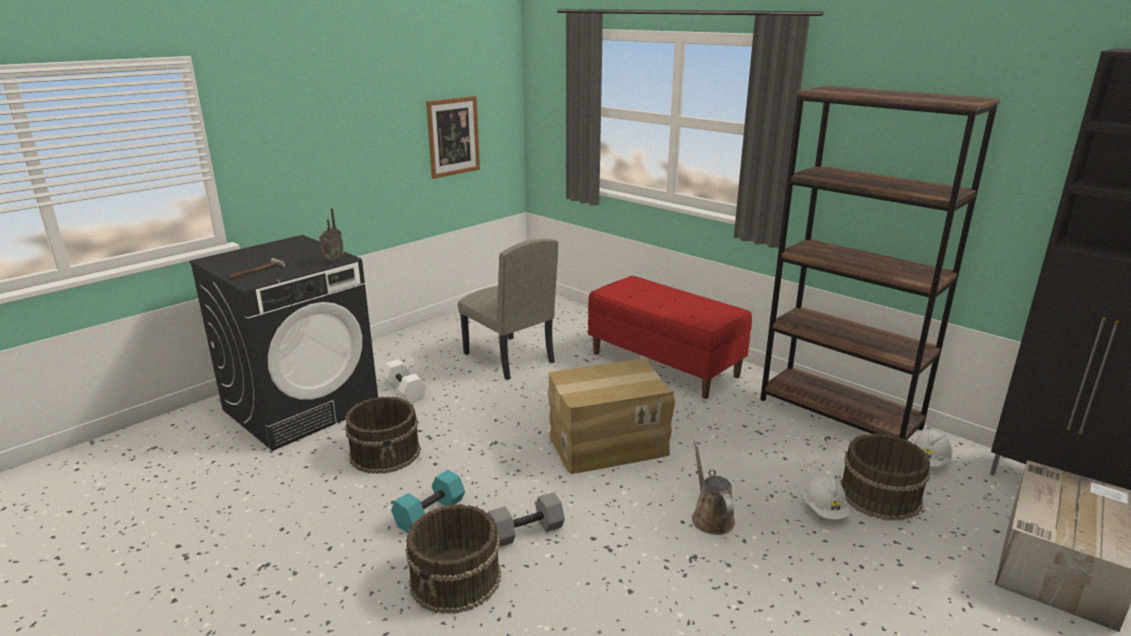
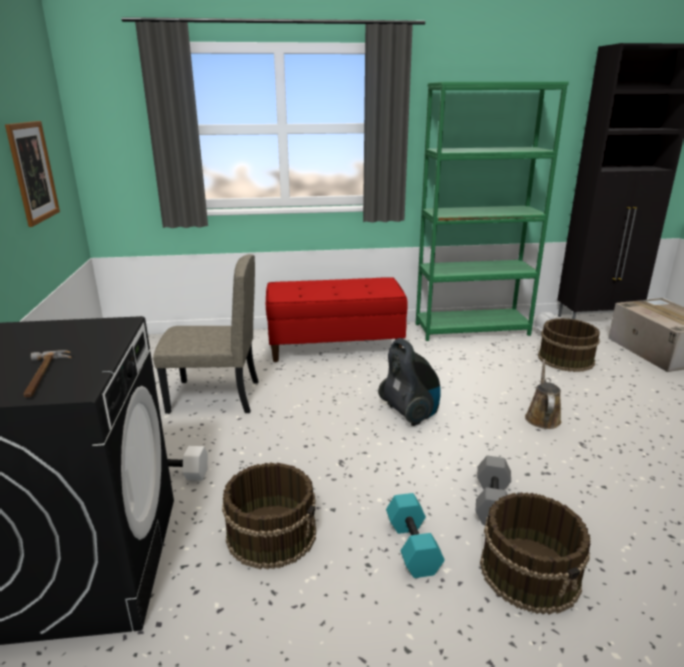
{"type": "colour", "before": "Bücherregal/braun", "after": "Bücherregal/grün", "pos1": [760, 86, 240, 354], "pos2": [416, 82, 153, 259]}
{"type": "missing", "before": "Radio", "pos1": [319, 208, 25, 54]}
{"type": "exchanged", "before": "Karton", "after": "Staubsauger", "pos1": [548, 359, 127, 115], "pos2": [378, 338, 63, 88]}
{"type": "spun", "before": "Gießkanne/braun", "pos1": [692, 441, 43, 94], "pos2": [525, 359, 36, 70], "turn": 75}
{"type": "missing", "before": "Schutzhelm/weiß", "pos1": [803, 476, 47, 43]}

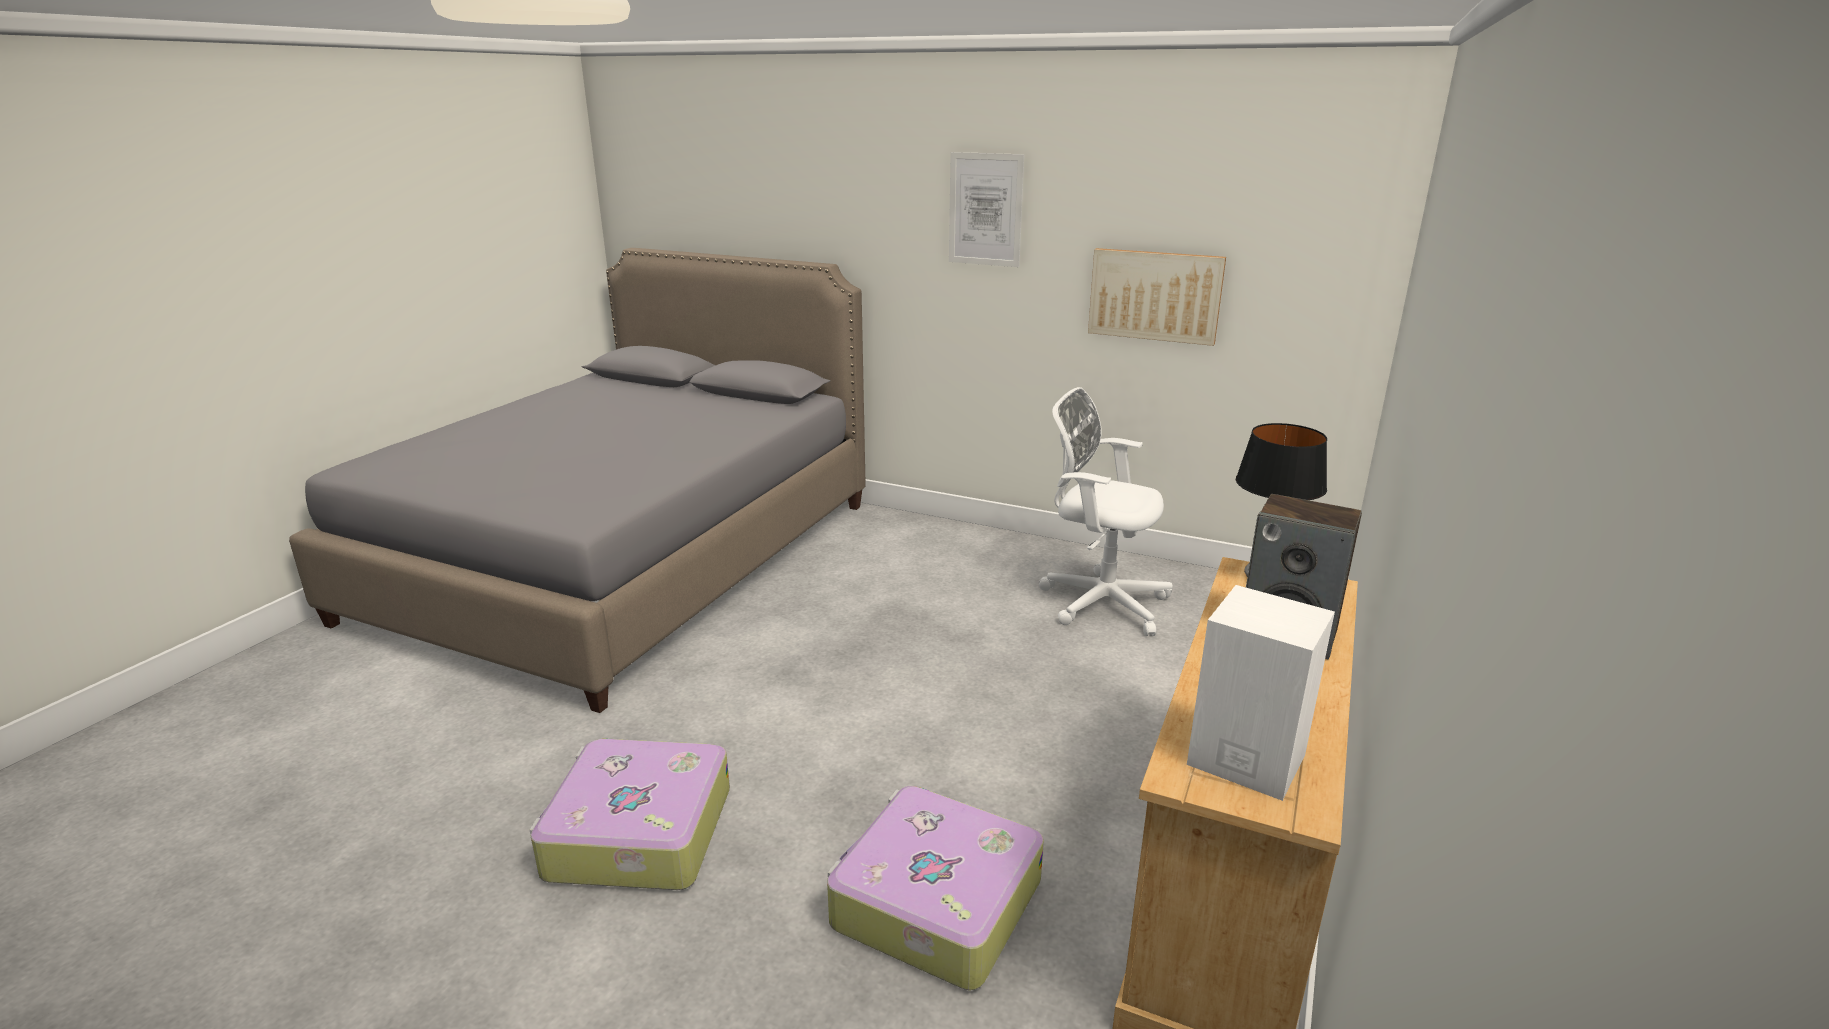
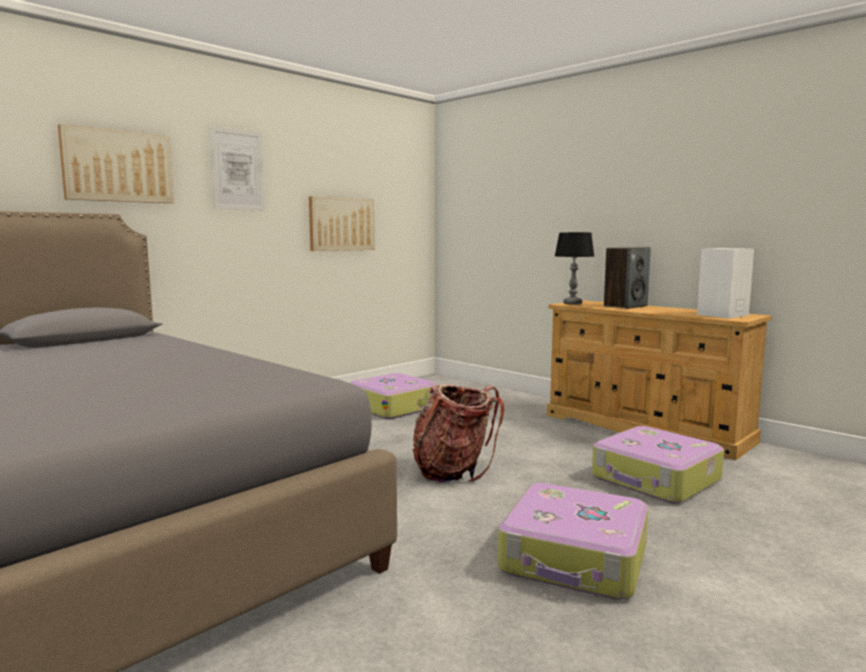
{"type": "exchanged", "before": "Bürostuhl/weiß", "after": "Koffer", "pos1": [1039, 387, 134, 249], "pos2": [350, 373, 88, 46]}
{"type": "appeared", "after": "Bild", "pos2": [58, 124, 116, 79]}
{"type": "appeared", "after": "Rucksack", "pos2": [413, 384, 91, 99]}

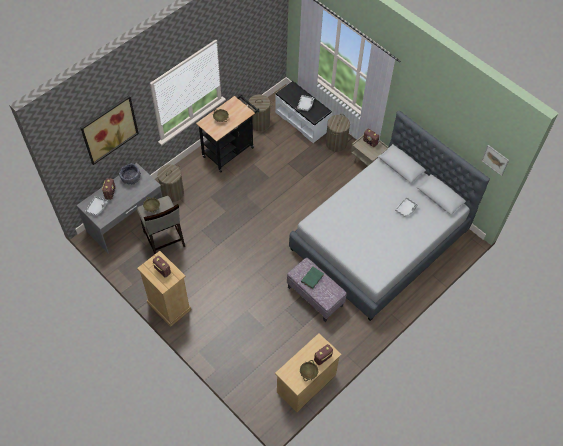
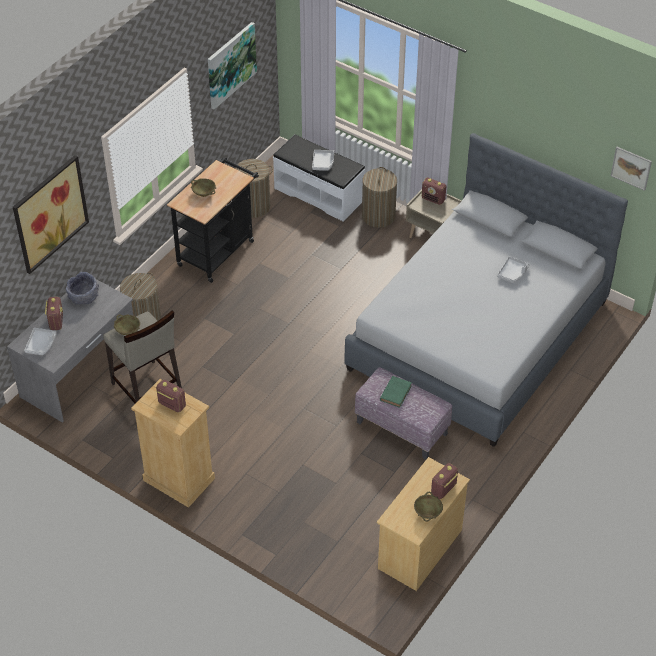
{"type": "appeared", "after": "Bild", "pos2": [208, 22, 49, 87]}

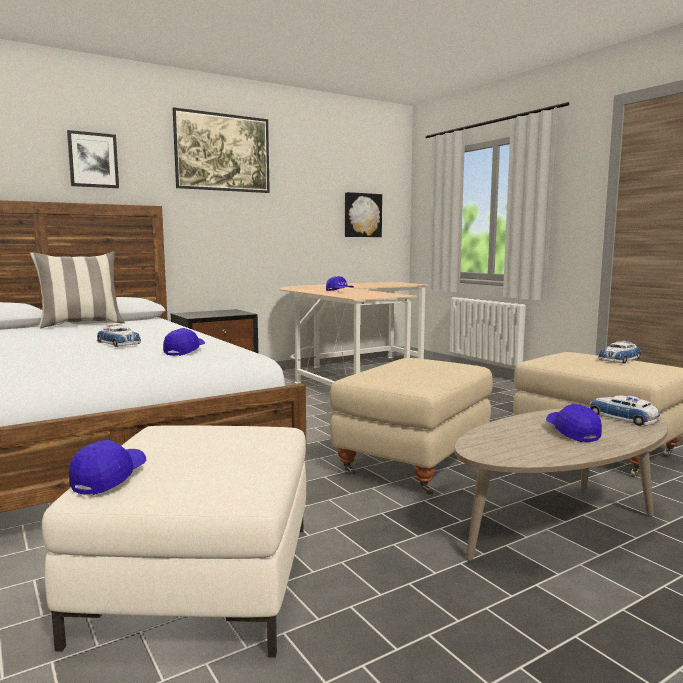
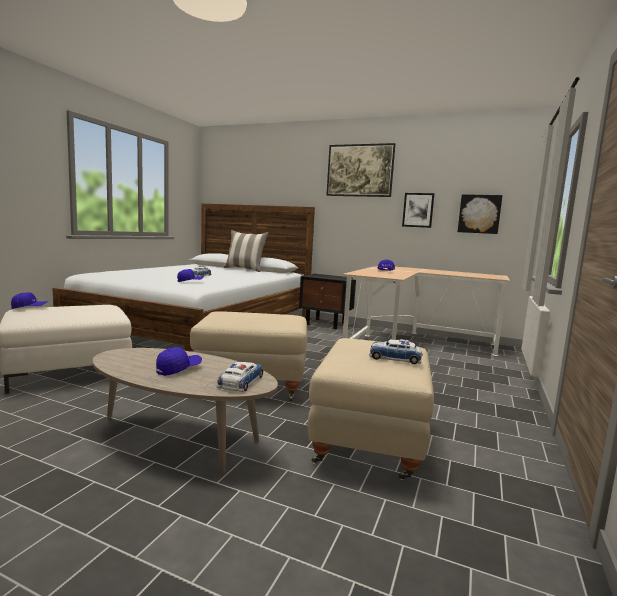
{"type": "relocated", "before": "Bild", "pos1": [67, 130, 52, 58], "pos2": [402, 193, 33, 35]}

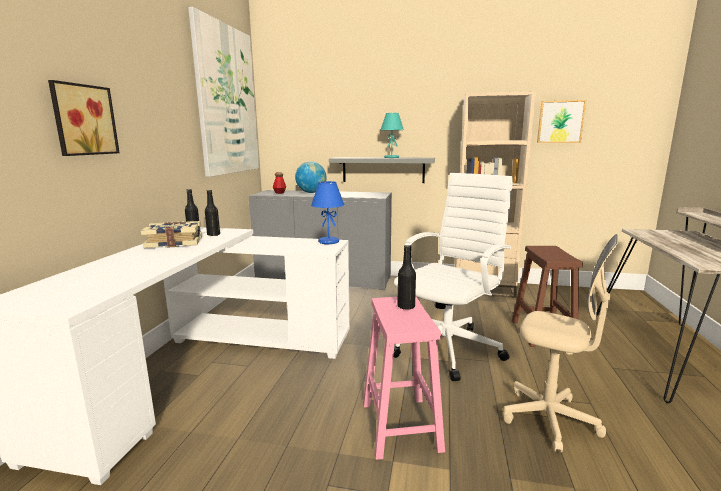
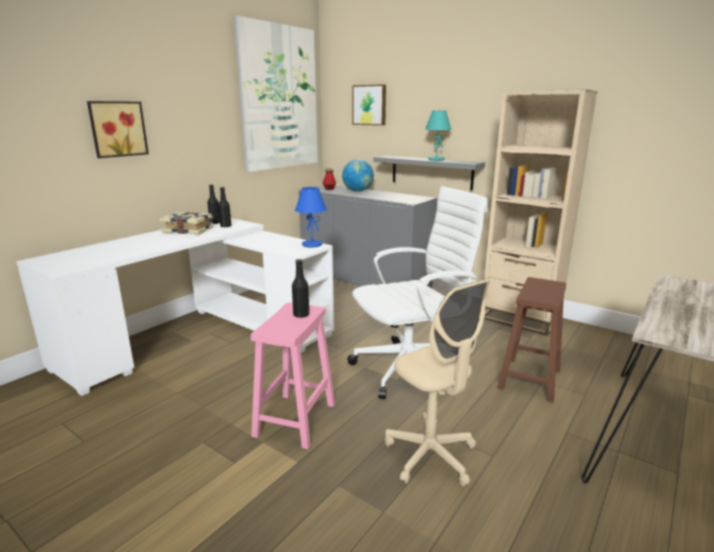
{"type": "relocated", "before": "Bild", "pos1": [537, 100, 49, 43], "pos2": [352, 84, 34, 41]}

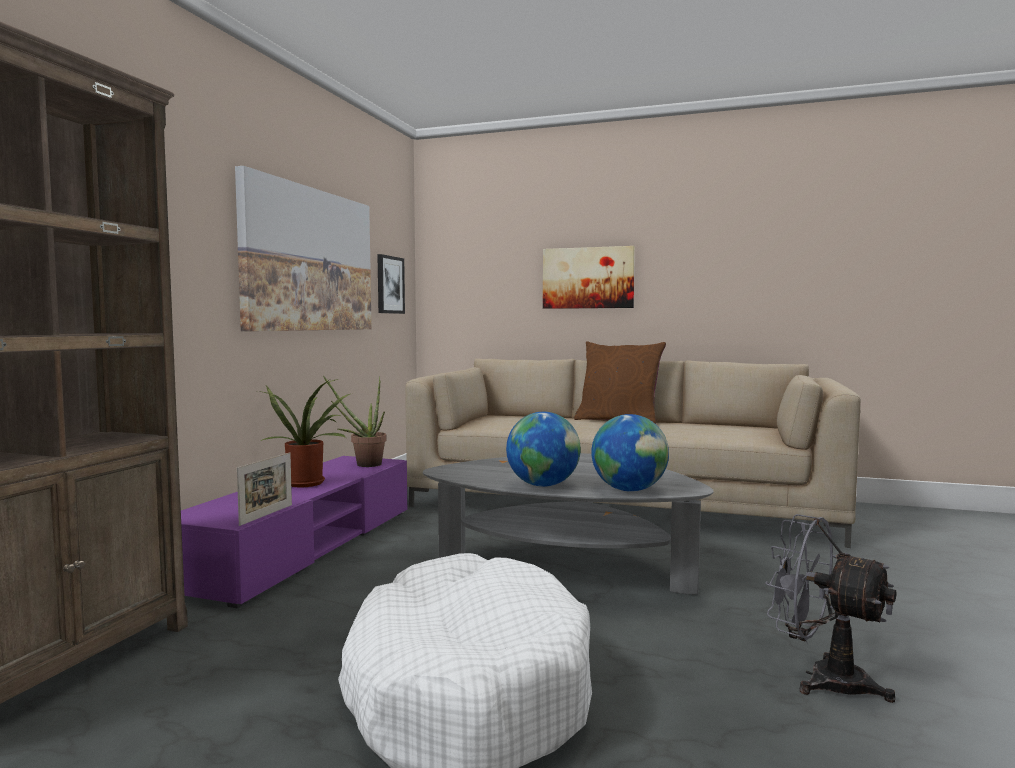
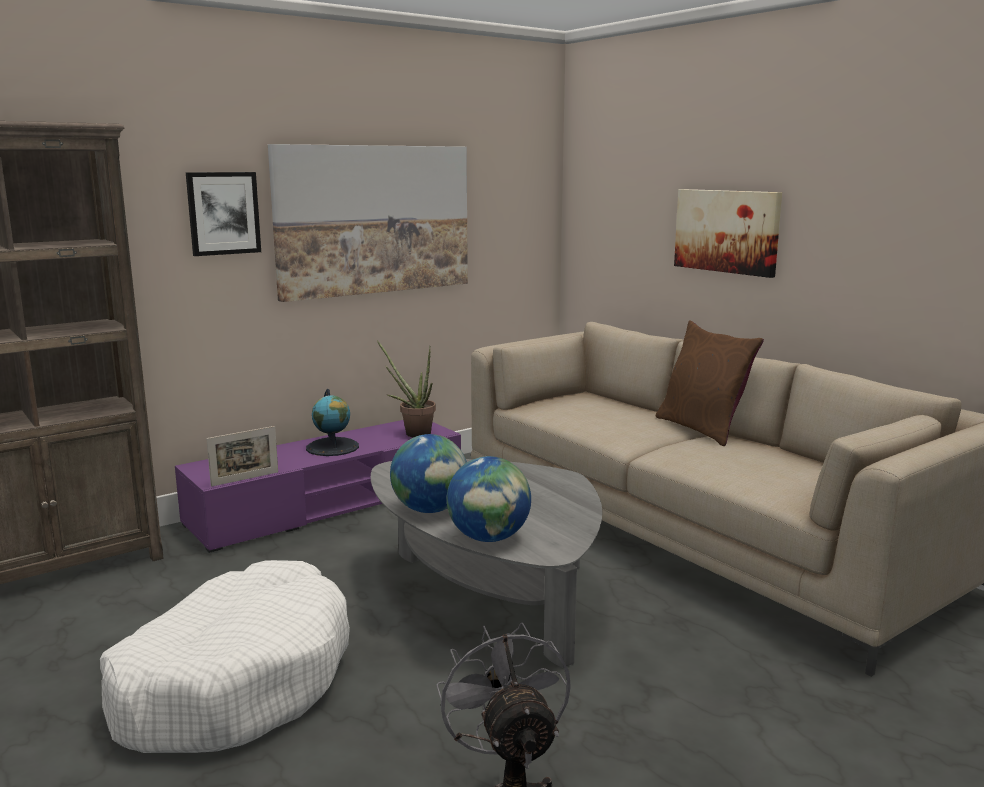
{"type": "relocated", "before": "Bild", "pos1": [377, 254, 28, 60], "pos2": [186, 172, 75, 84]}
{"type": "exchanged", "before": "Topfpflanze", "after": "Globus", "pos1": [257, 379, 93, 108], "pos2": [306, 389, 53, 67]}

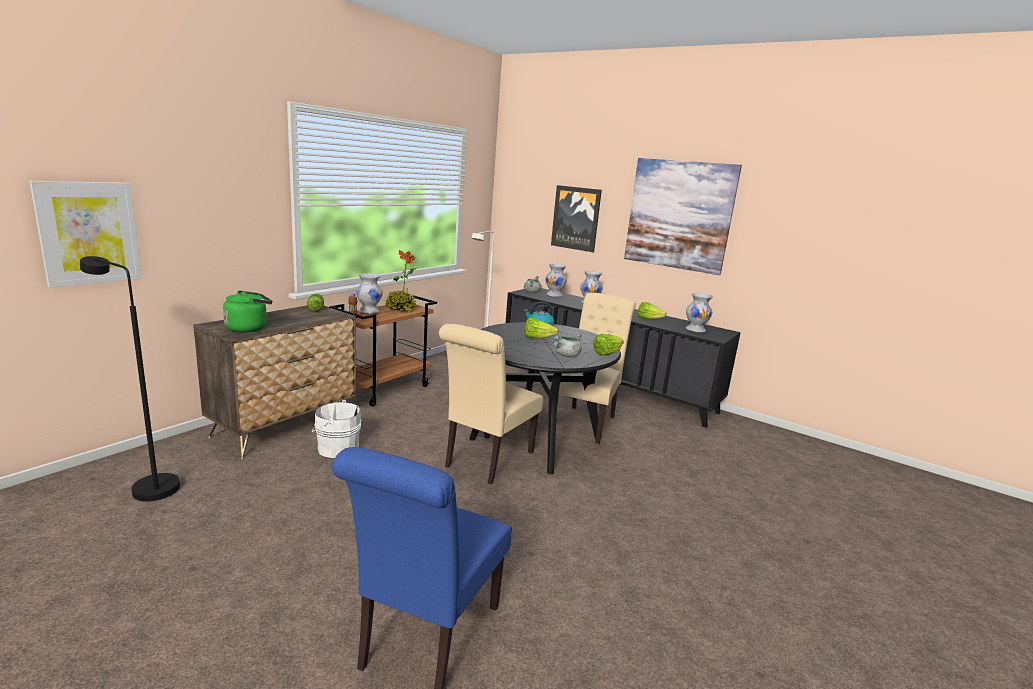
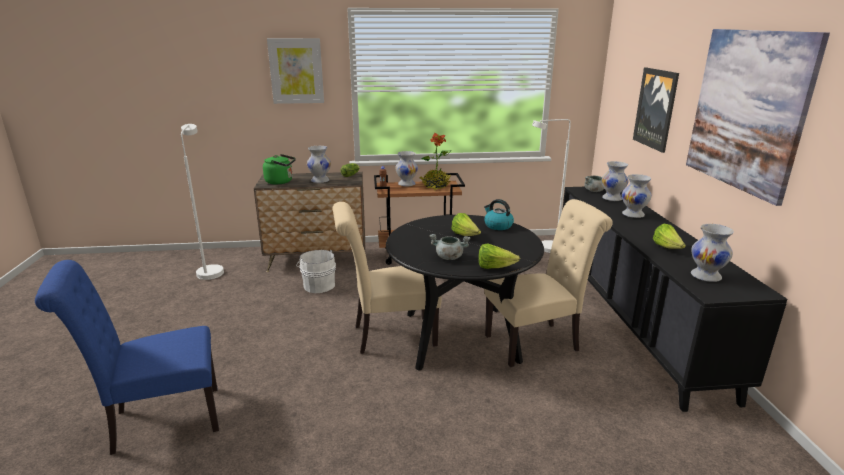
{"type": "relocated", "before": "Bild", "pos1": [29, 181, 113, 107], "pos2": [267, 38, 57, 66]}
{"type": "colour", "before": "Stehlampe/schwarz", "after": "Stehlampe/weiß", "pos1": [80, 256, 100, 245], "pos2": [181, 124, 43, 156]}
{"type": "appeared", "after": "Vase/weiß", "pos2": [307, 146, 24, 37]}

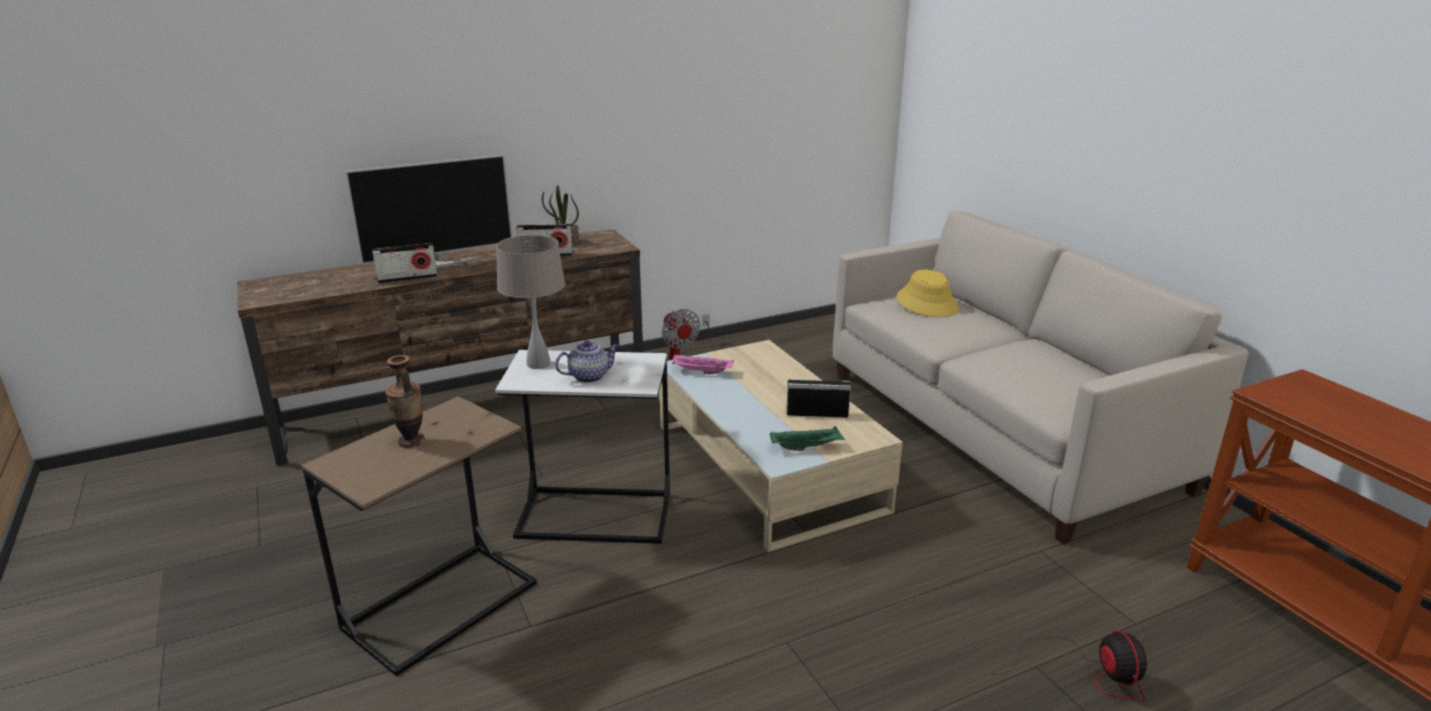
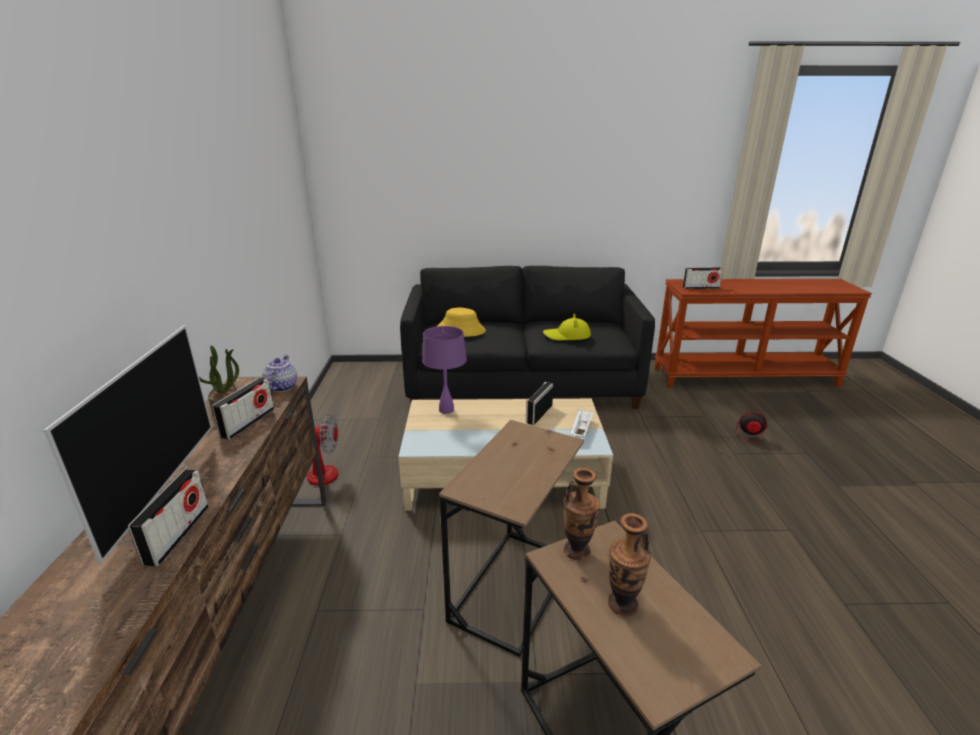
{"type": "colour", "before": "Sofa/beige", "after": "Sofa/schwarz", "pos1": [833, 211, 416, 333], "pos2": [400, 266, 255, 143]}
{"type": "missing", "before": "Tischlampe/beige", "pos1": [496, 235, 69, 134]}
{"type": "relocated", "before": "Teekanne", "pos1": [555, 340, 64, 43], "pos2": [262, 355, 35, 37]}
{"type": "colour", "before": "Beistelltisch/weiß", "after": "Beistelltisch/braun", "pos1": [495, 350, 175, 194], "pos2": [439, 420, 145, 237]}
{"type": "missing", "before": "Tablett/rosa", "pos1": [672, 354, 62, 20]}
{"type": "colour", "before": "Tablett/grün", "after": "Tablett/weiß", "pos1": [770, 426, 75, 25], "pos2": [570, 409, 25, 28]}
{"type": "appeared", "after": "Radio", "pos2": [683, 267, 40, 22]}
{"type": "appeared", "after": "Hut/gelb", "pos2": [543, 313, 48, 28]}
{"type": "appeared", "after": "Tischlampe/lila", "pos2": [422, 326, 45, 88]}
{"type": "appeared", "after": "Vase", "pos2": [564, 468, 36, 93]}

